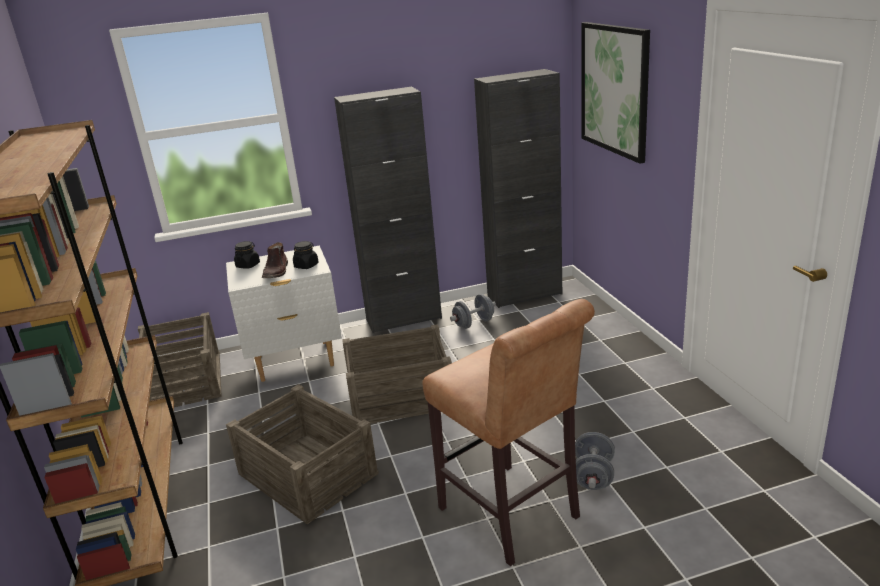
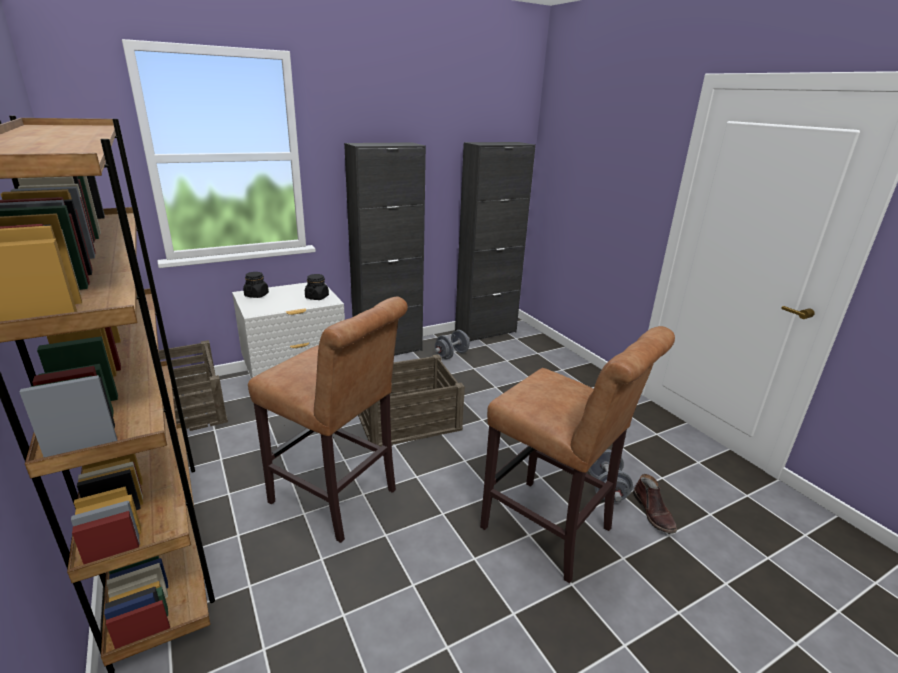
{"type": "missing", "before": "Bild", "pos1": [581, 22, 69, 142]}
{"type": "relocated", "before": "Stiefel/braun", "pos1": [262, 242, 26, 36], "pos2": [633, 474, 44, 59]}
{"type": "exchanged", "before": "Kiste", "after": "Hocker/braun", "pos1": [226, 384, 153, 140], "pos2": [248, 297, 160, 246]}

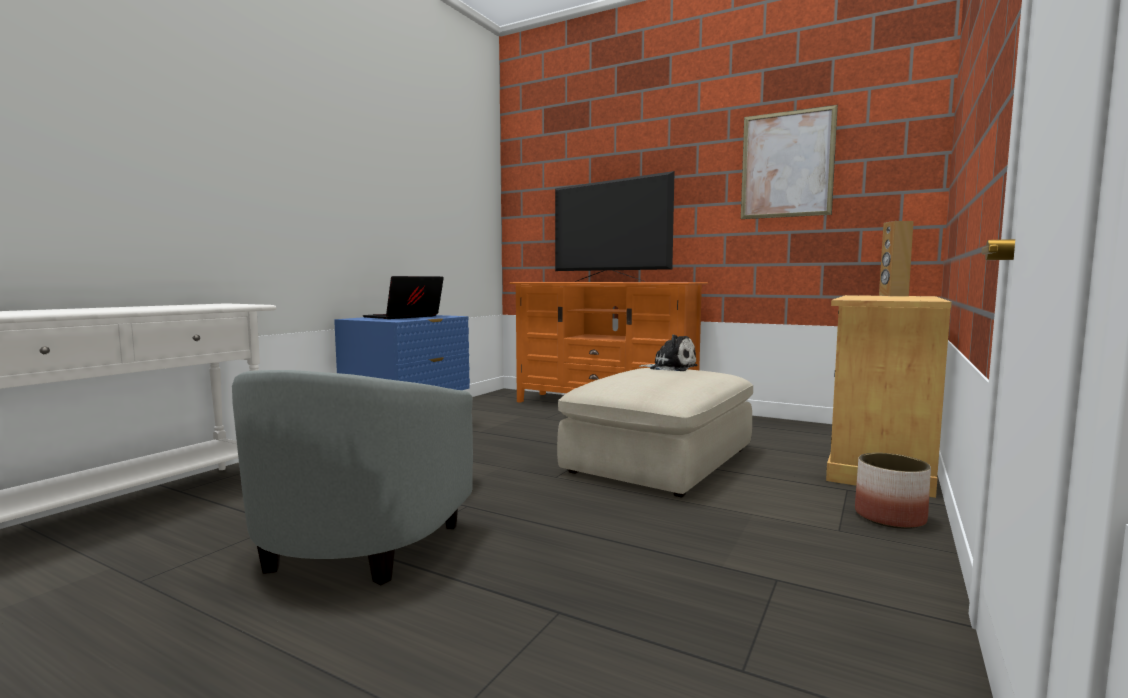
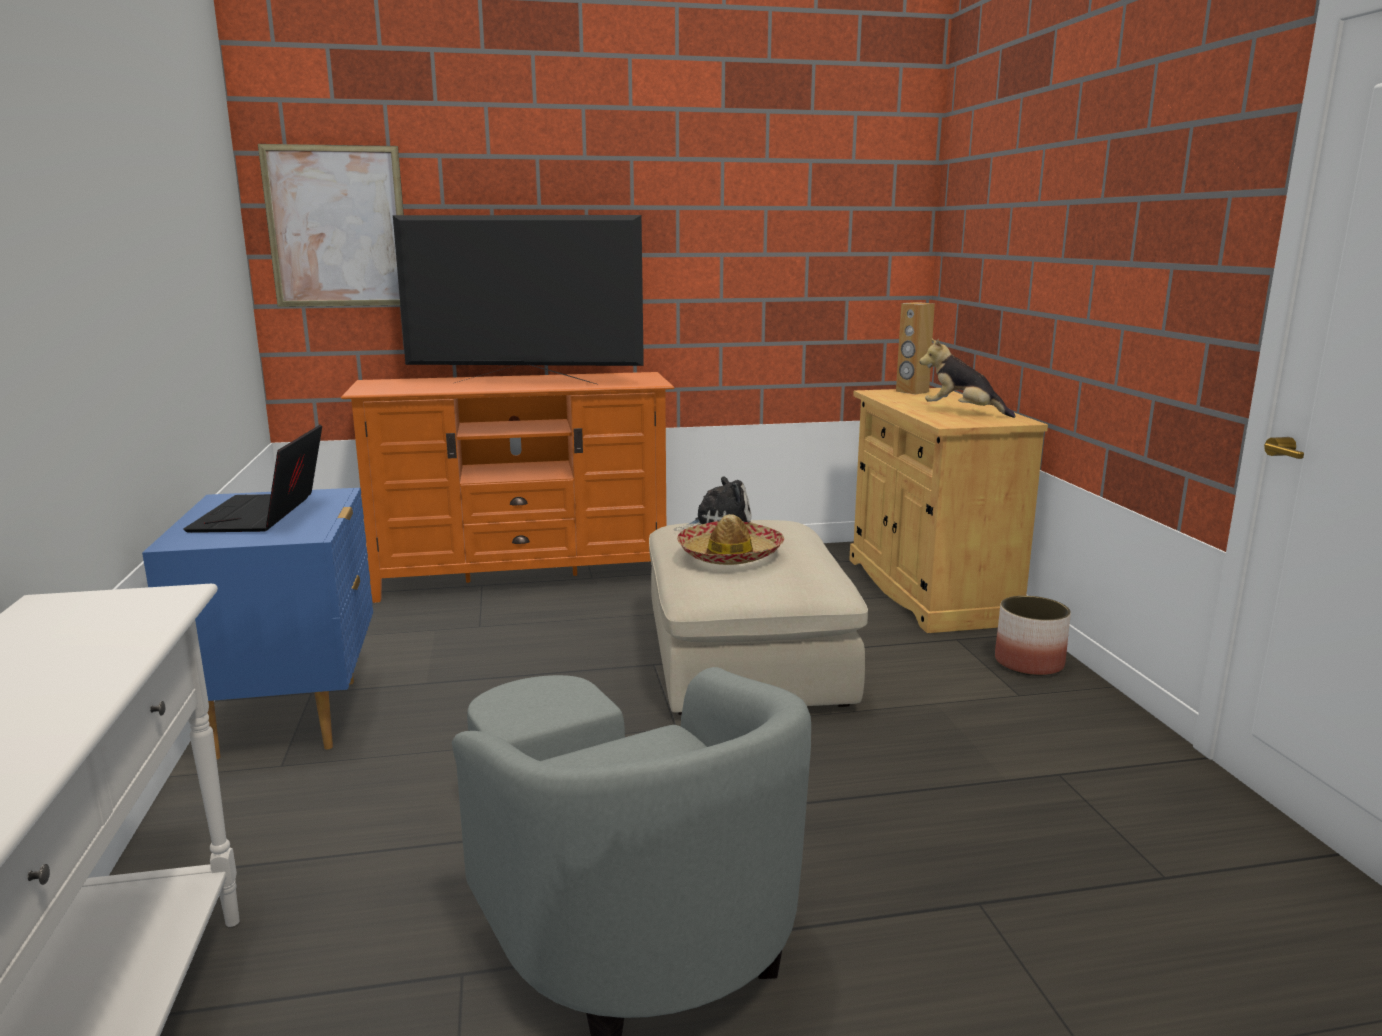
{"type": "relocated", "before": "Bild", "pos1": [741, 105, 97, 114], "pos2": [258, 144, 146, 163]}
{"type": "appeared", "after": "Plüschtier", "pos2": [920, 338, 95, 80]}
{"type": "appeared", "after": "Hut", "pos2": [677, 514, 107, 51]}

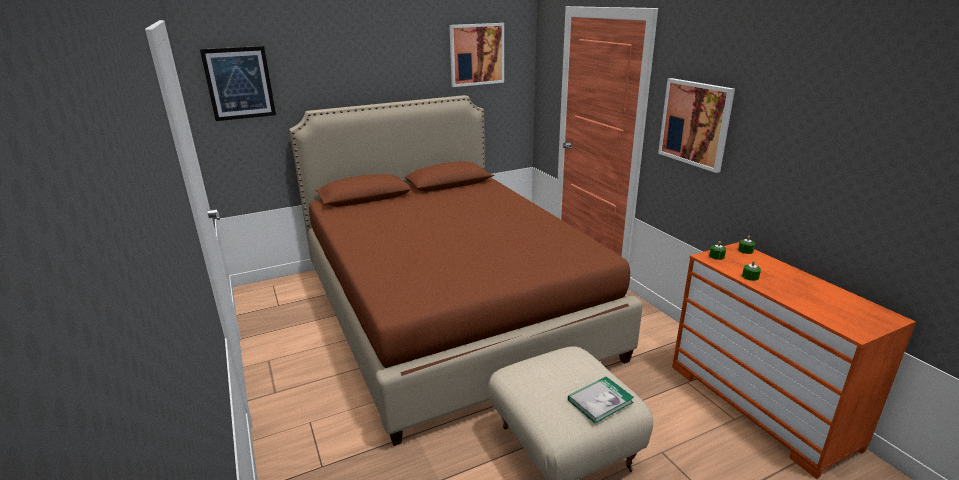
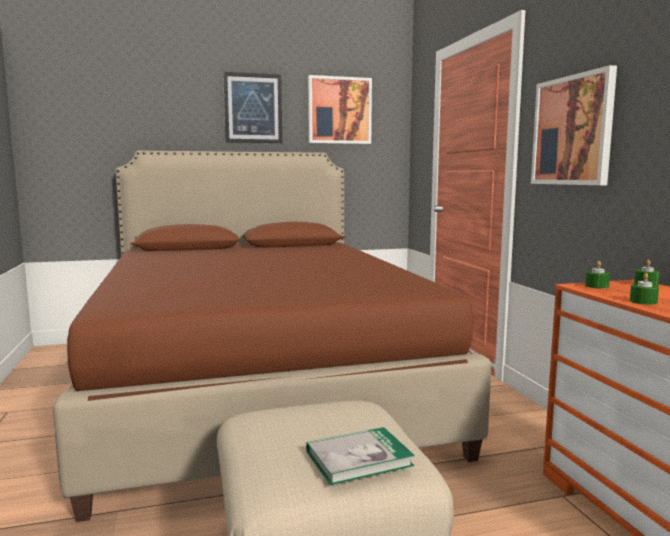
{"type": "relocated", "before": "Bild", "pos1": [200, 46, 76, 75], "pos2": [223, 72, 59, 71]}

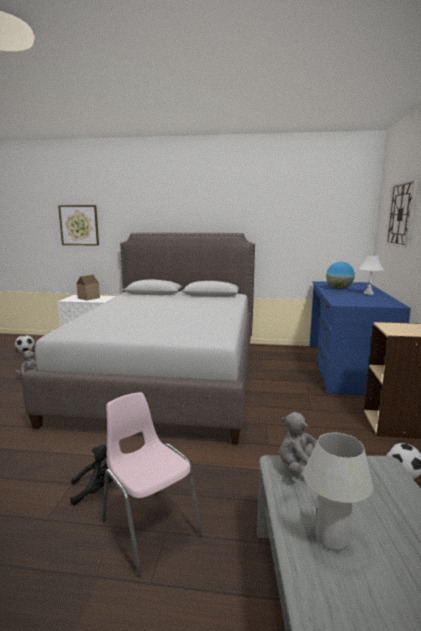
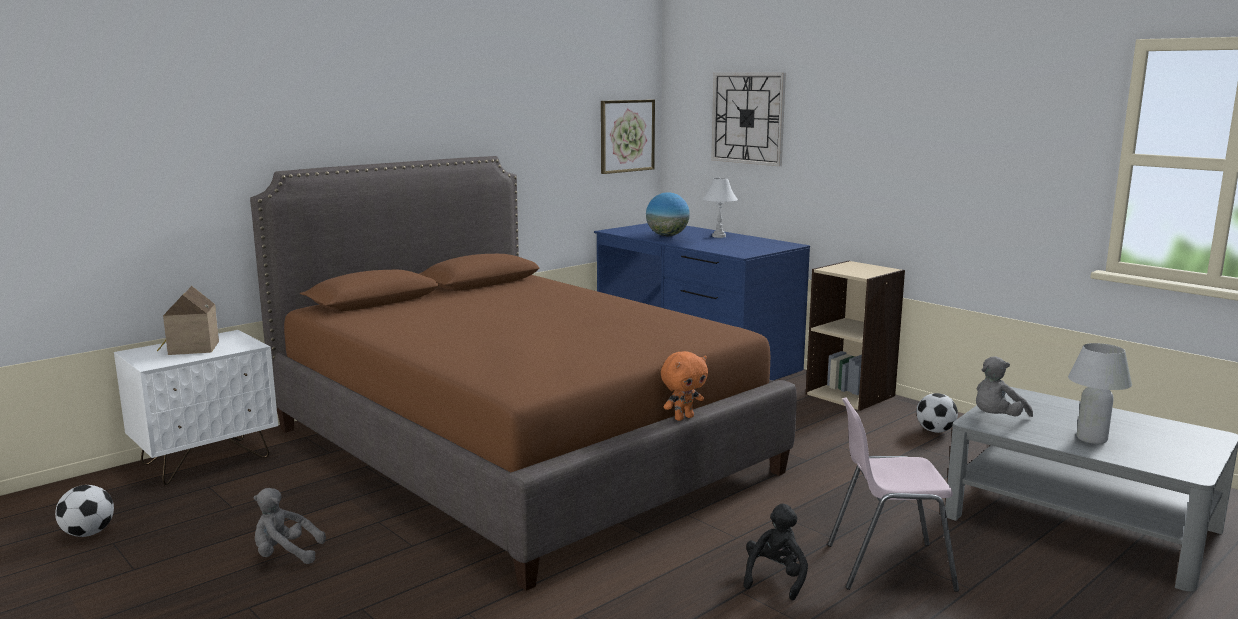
{"type": "relocated", "before": "Bild", "pos1": [58, 205, 41, 40], "pos2": [601, 100, 54, 74]}
{"type": "colour", "before": "Bett/grau", "after": "Bett/braun", "pos1": [22, 232, 233, 212], "pos2": [250, 156, 547, 435]}
{"type": "appeared", "after": "Plüschtier/orange", "pos2": [661, 351, 47, 70]}

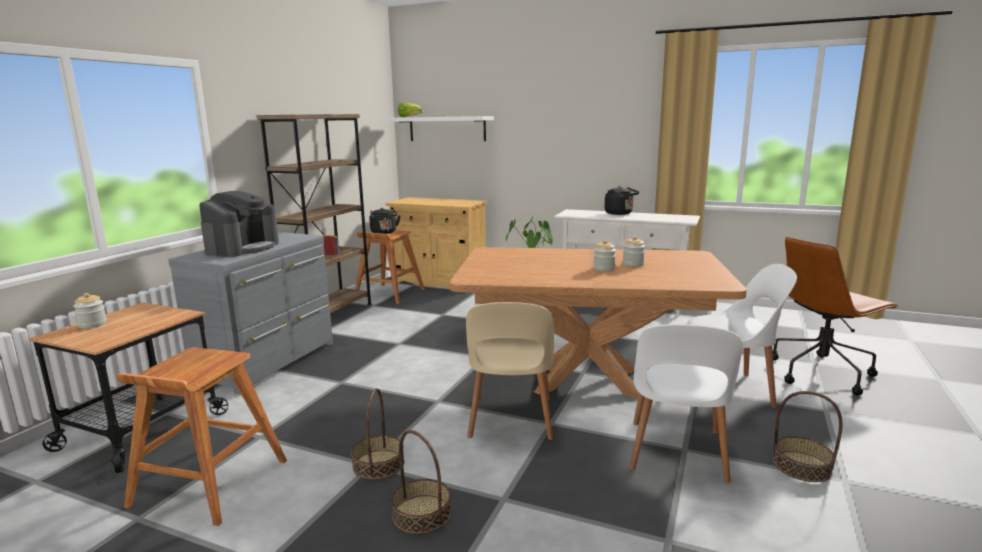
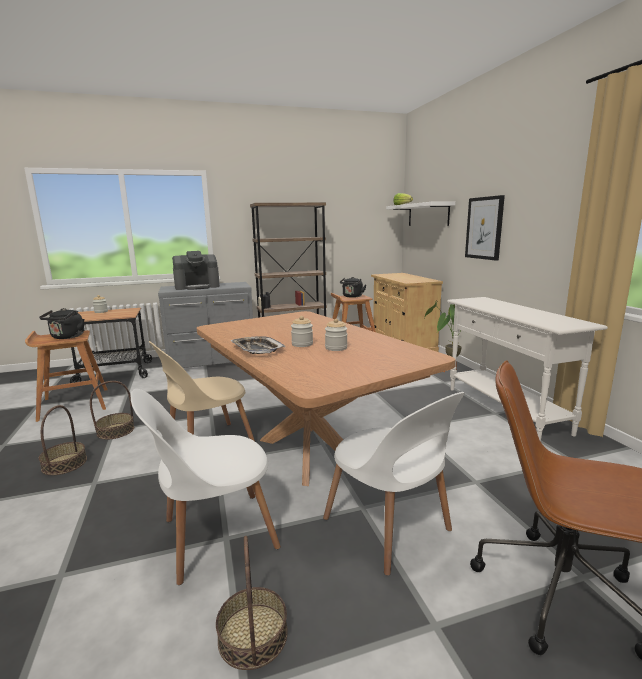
{"type": "relocated", "before": "Wasserkessel/schwarz", "pos1": [605, 186, 34, 29], "pos2": [39, 308, 45, 31]}
{"type": "appeared", "after": "Bild", "pos2": [465, 195, 40, 66]}
{"type": "appeared", "after": "Tablett", "pos2": [231, 337, 54, 17]}

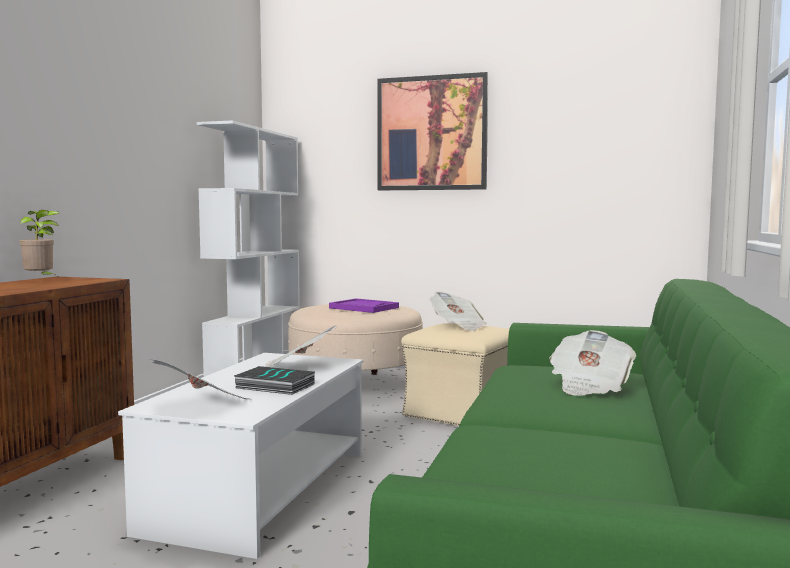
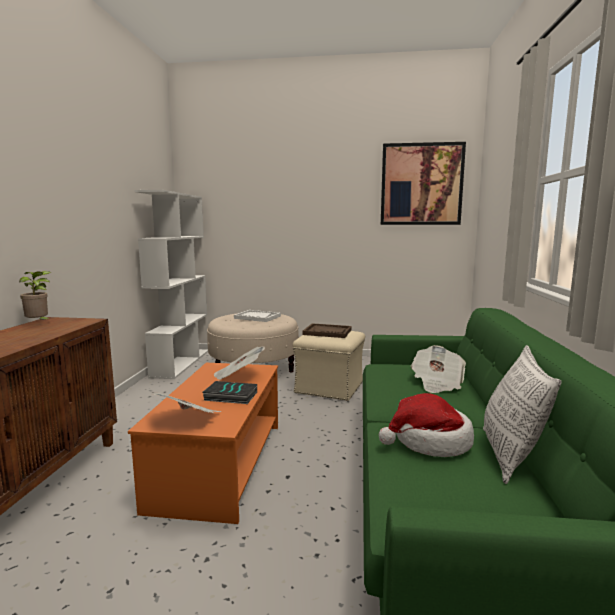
{"type": "relocated", "before": "Bild", "pos1": [377, 72, 111, 118], "pos2": [381, 142, 85, 83]}
{"type": "exchanged", "before": "Zeitung", "after": "Tablett/braun", "pos1": [429, 292, 58, 39], "pos2": [303, 323, 49, 15]}
{"type": "colour", "before": "Tablett/lila", "after": "Tablett/weiß", "pos1": [329, 298, 70, 15], "pos2": [234, 310, 47, 12]}
{"type": "colour", "before": "Couchtisch/weiß", "after": "Couchtisch/orange", "pos1": [118, 353, 245, 206], "pos2": [128, 363, 150, 161]}
{"type": "appeared", "after": "Kissen", "pos2": [483, 345, 78, 139]}
{"type": "appeared", "after": "Hut", "pos2": [379, 393, 95, 64]}

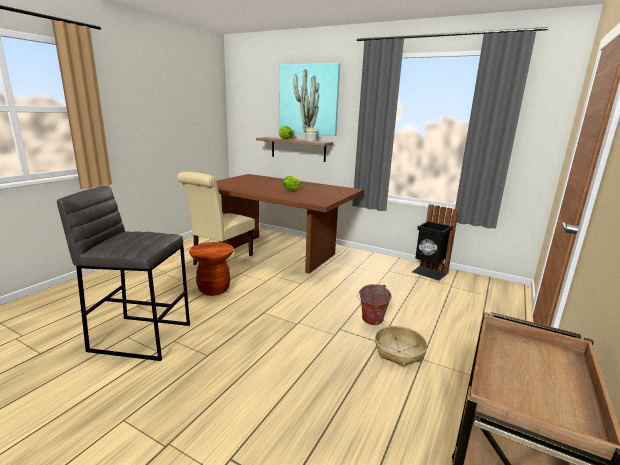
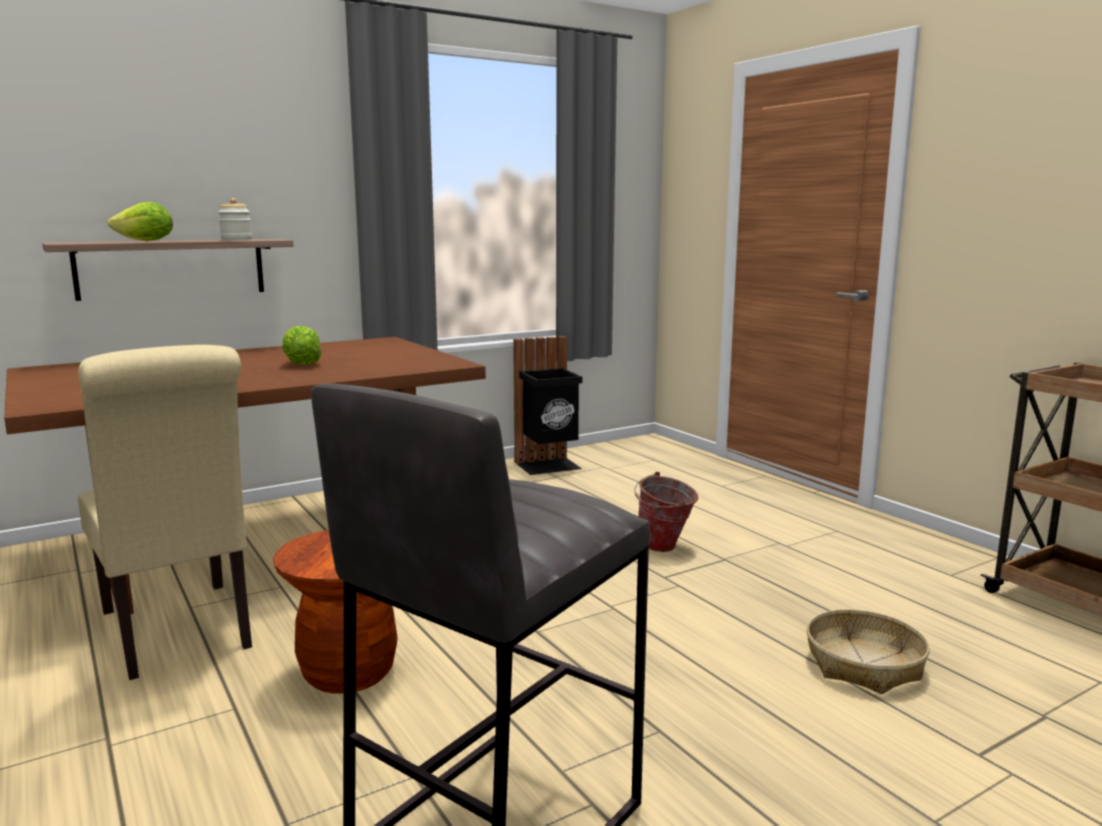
{"type": "missing", "before": "Bild", "pos1": [279, 63, 61, 73]}
{"type": "relocated", "before": "Korb", "pos1": [375, 326, 52, 41], "pos2": [806, 609, 124, 85]}

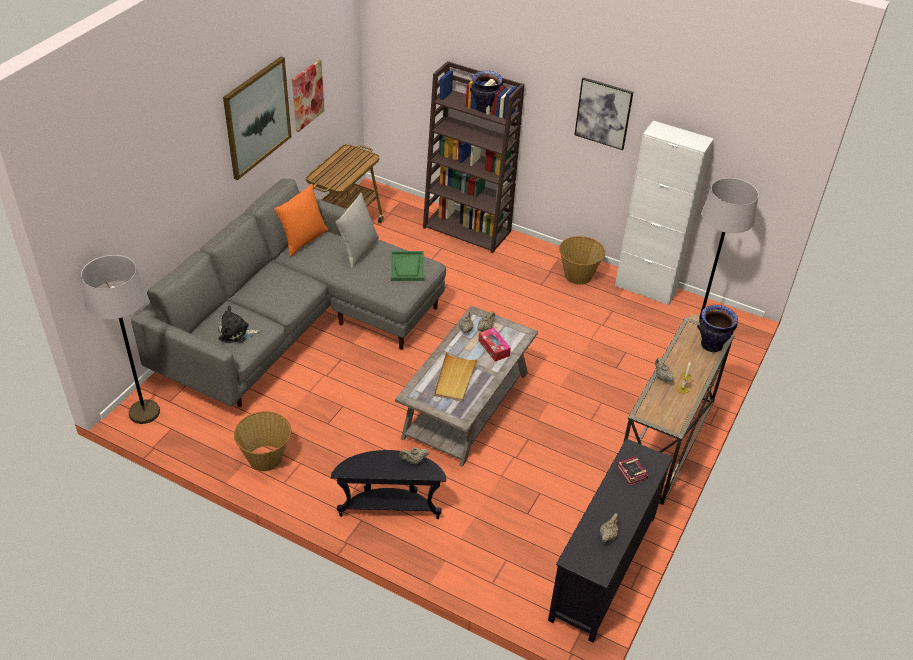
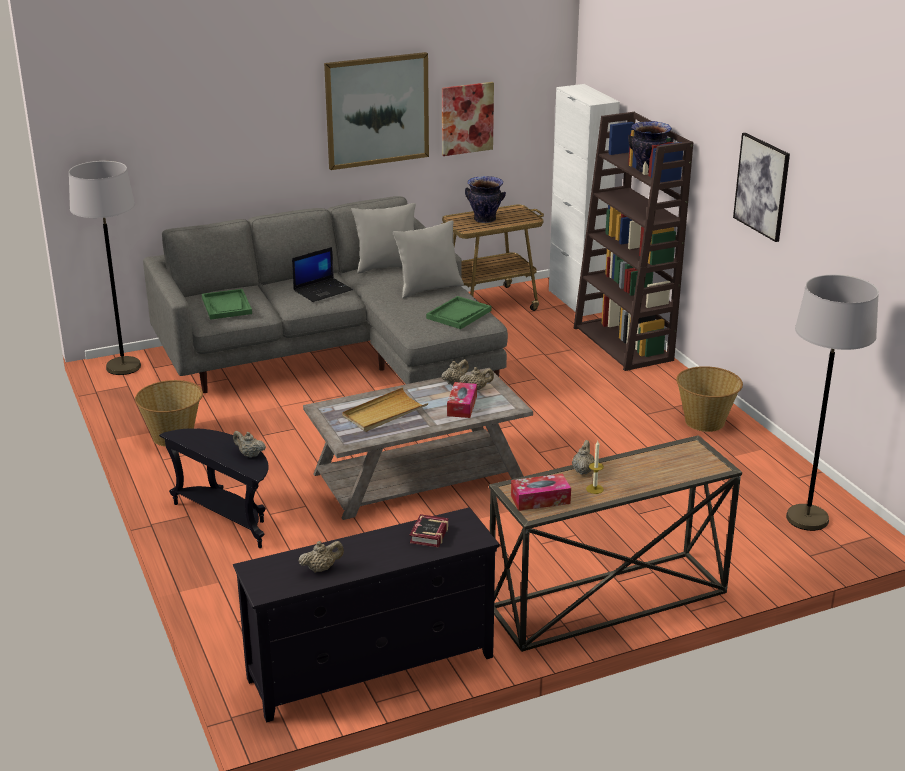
{"type": "relocated", "before": "Schrank/weiß", "pos1": [615, 120, 99, 186], "pos2": [549, 84, 71, 232]}
{"type": "colour", "before": "Kissen/orange", "after": "Kissen/grau", "pos1": [274, 184, 55, 72], "pos2": [352, 203, 64, 71]}
{"type": "exchanged", "before": "Plüschtier", "after": "Tablett/grün", "pos1": [218, 305, 42, 38], "pos2": [202, 289, 50, 31]}
{"type": "relocated", "before": "Vase", "pos1": [697, 305, 41, 47], "pos2": [465, 176, 41, 47]}
{"type": "appeared", "after": "Laptop", "pos2": [292, 247, 61, 55]}
{"type": "appeared", "after": "Taschentuchbox", "pos2": [511, 474, 60, 37]}

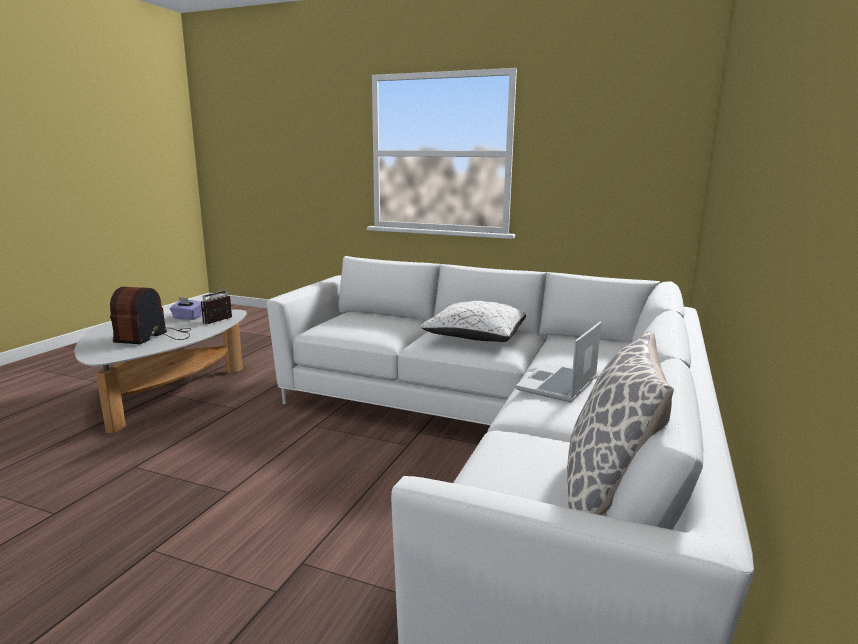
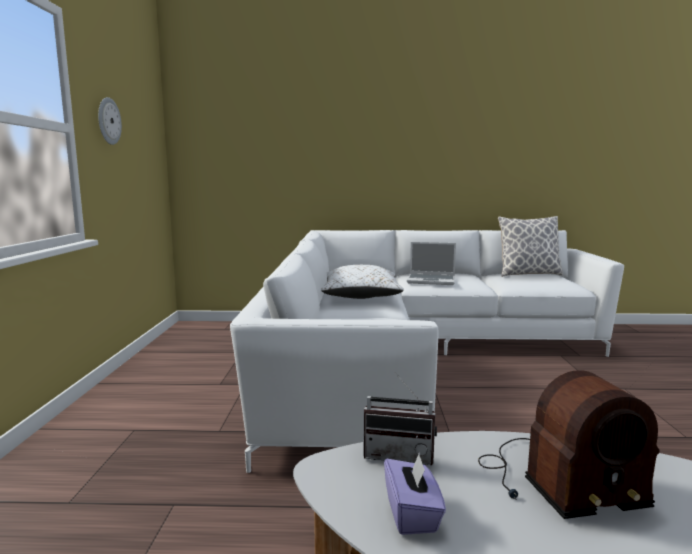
{"type": "appeared", "after": "Wanduhr", "pos2": [98, 97, 24, 48]}

